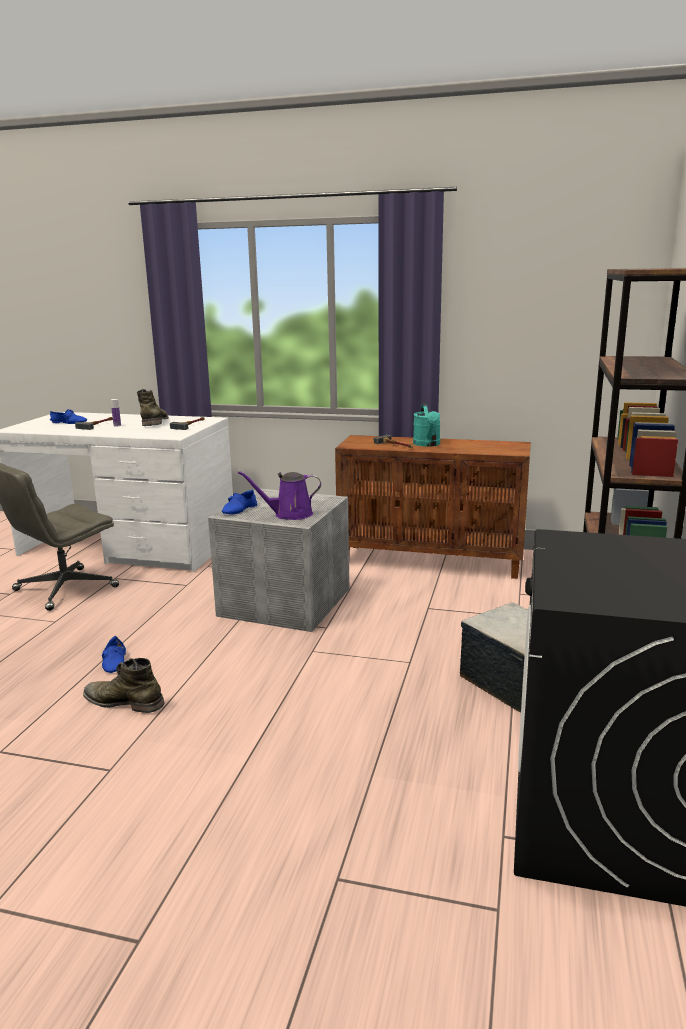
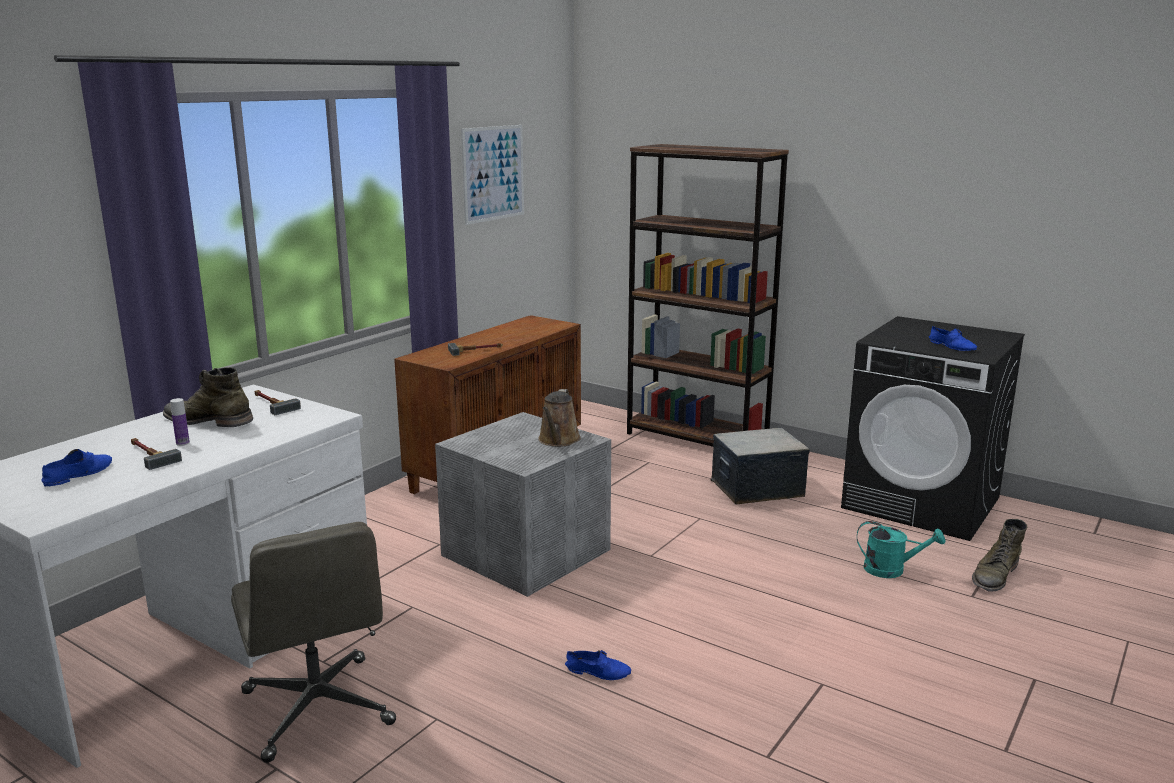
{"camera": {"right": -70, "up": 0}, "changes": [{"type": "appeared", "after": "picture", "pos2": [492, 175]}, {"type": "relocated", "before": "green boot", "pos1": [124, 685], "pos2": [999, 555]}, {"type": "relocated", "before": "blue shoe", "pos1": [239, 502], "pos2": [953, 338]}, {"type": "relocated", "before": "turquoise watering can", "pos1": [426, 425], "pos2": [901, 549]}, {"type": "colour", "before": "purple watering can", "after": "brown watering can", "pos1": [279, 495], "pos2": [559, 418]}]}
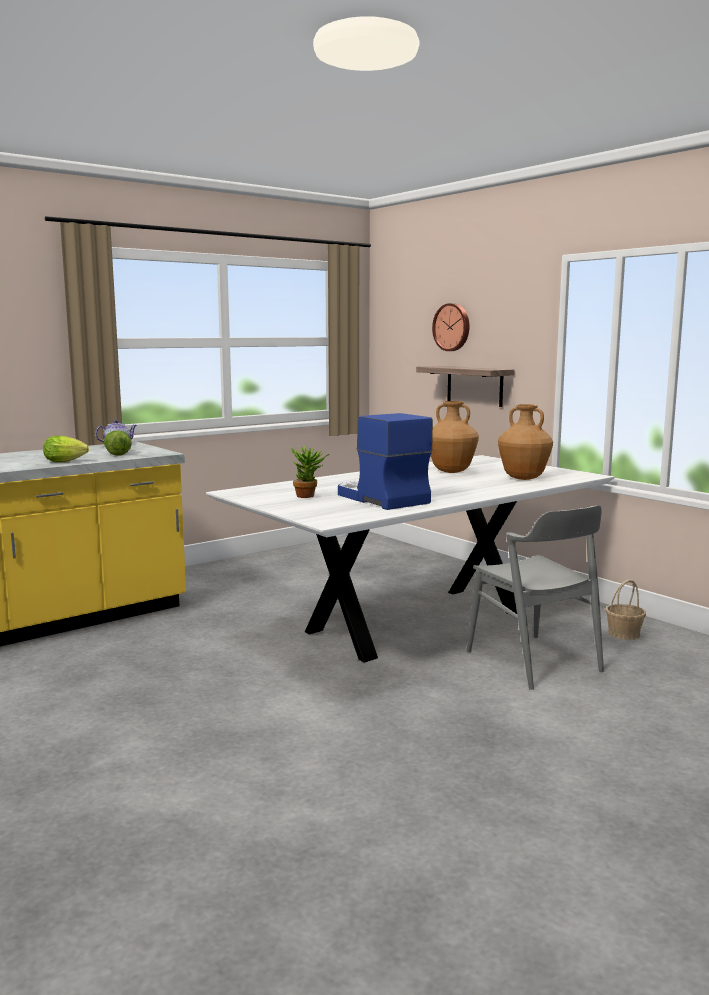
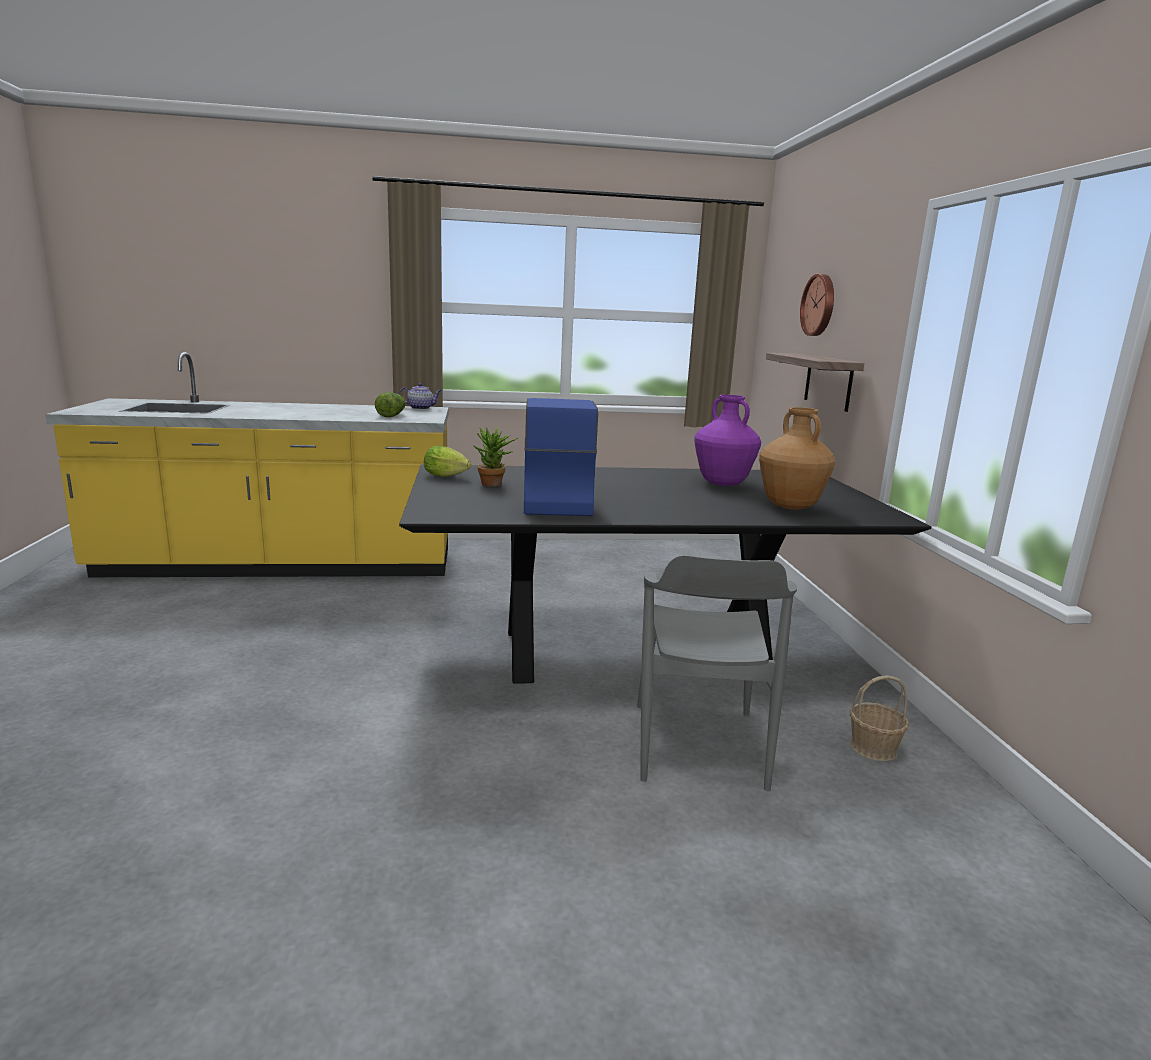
{"camera": {"right": 30, "up": 5}, "changes": [{"type": "relocated", "before": "lettuce", "pos1": [66, 449], "pos2": [447, 461]}, {"type": "colour", "before": "white dining table", "after": "black dining table", "pos1": [410, 559], "pos2": [665, 574]}, {"type": "colour", "before": "brown vase", "after": "purple vase", "pos1": [455, 437], "pos2": [727, 440]}]}
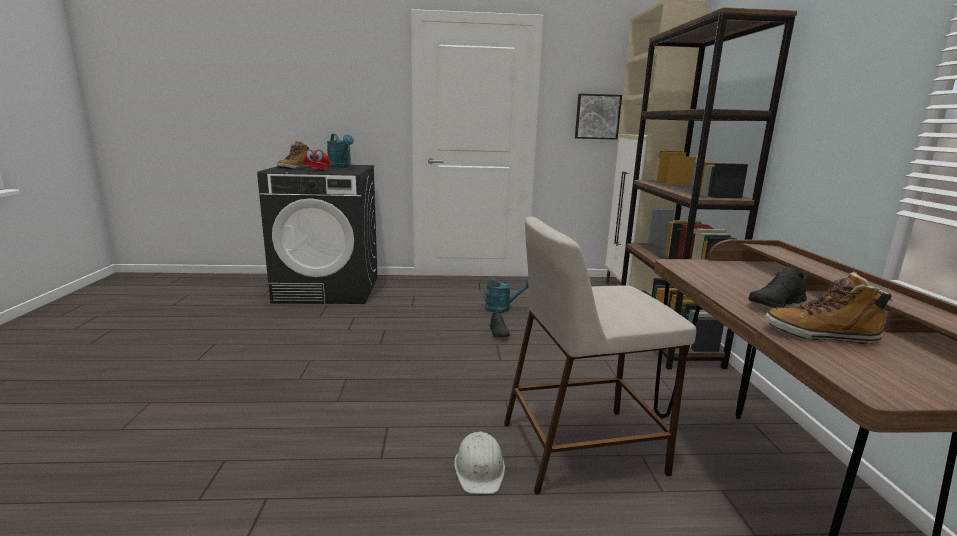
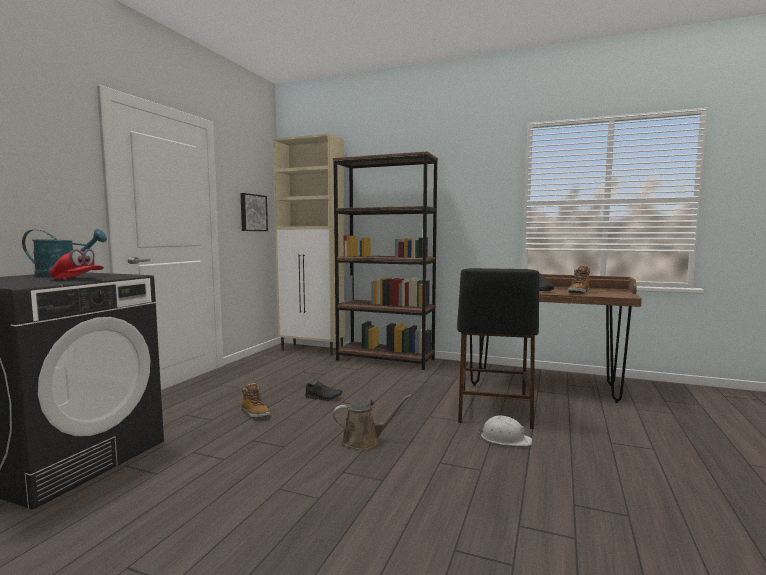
{"camera": {"right": -65, "up": -10}, "changes": [{"type": "missing", "before": "turquoise watering can", "pos1": [504, 294]}, {"type": "appeared", "after": "brown watering can", "pos2": [372, 422]}, {"type": "relocated", "before": "boot", "pos1": [293, 155], "pos2": [256, 400]}, {"type": "colour", "before": "beige stool", "after": "black stool", "pos1": [600, 356], "pos2": [498, 348]}]}
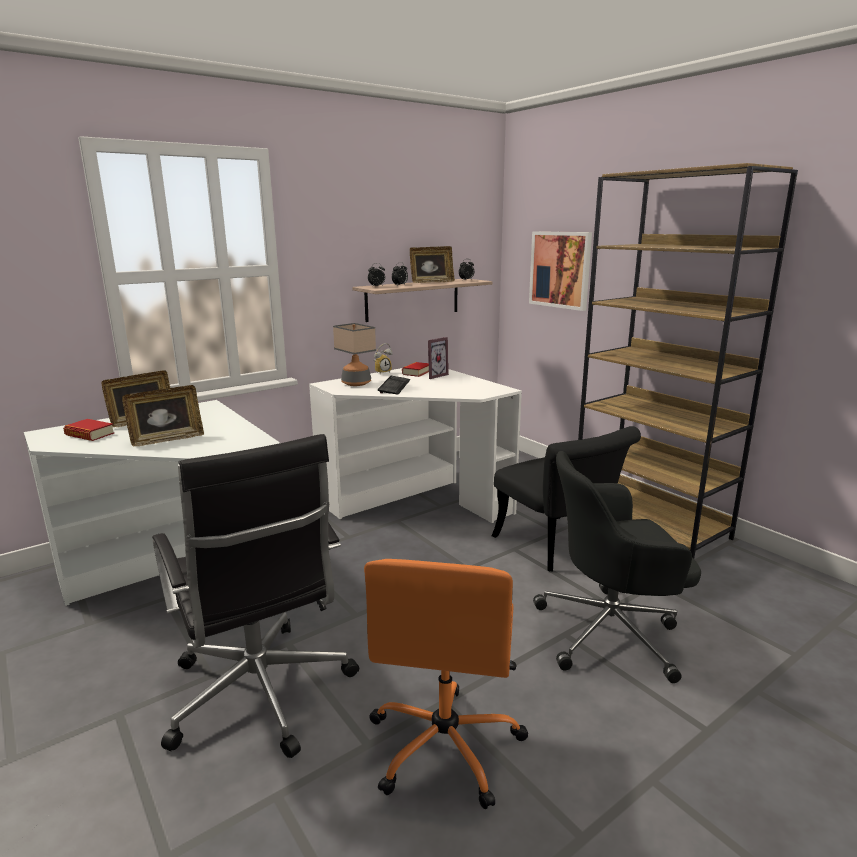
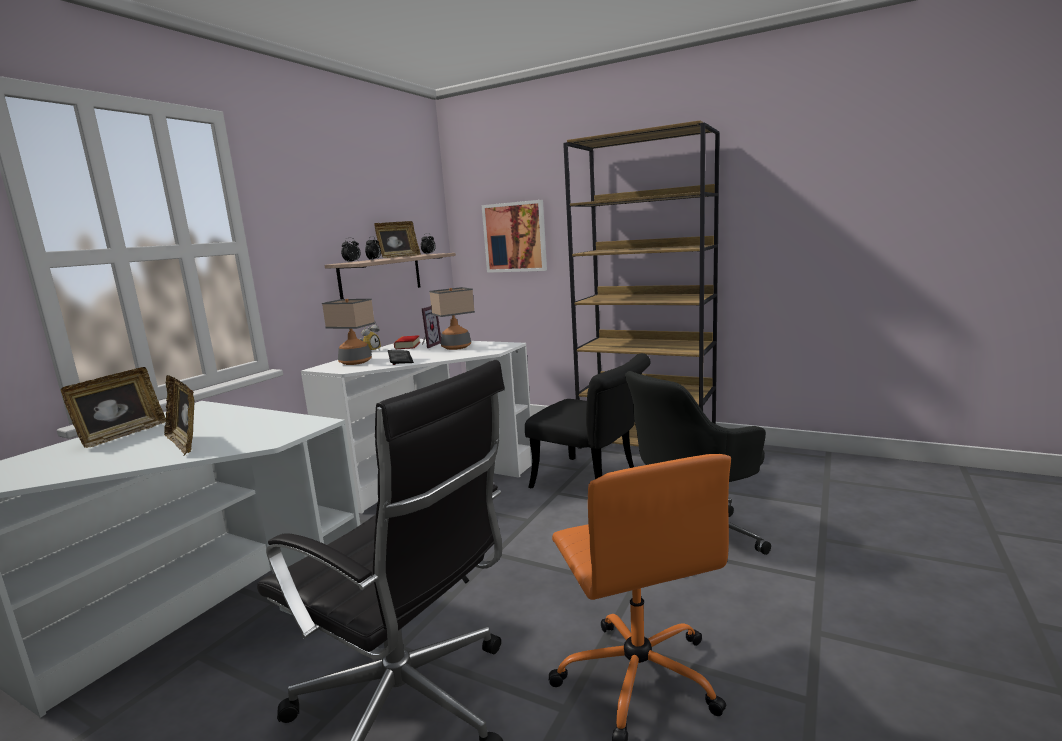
{"camera": {"right": -25, "up": -5}, "changes": [{"type": "missing", "before": "book", "pos1": [88, 430]}, {"type": "appeared", "after": "table lamp", "pos2": [452, 318]}, {"type": "spun", "before": "picture frame", "pos1": [163, 415], "pos2": [179, 415], "turn": 105}]}
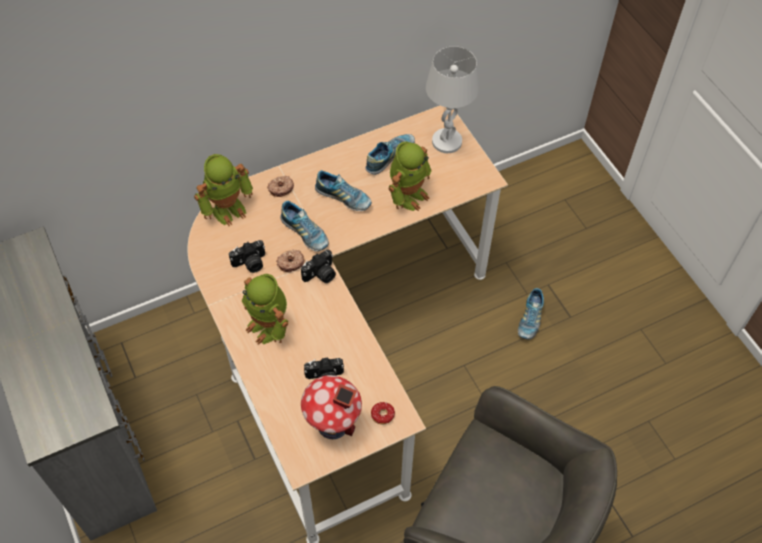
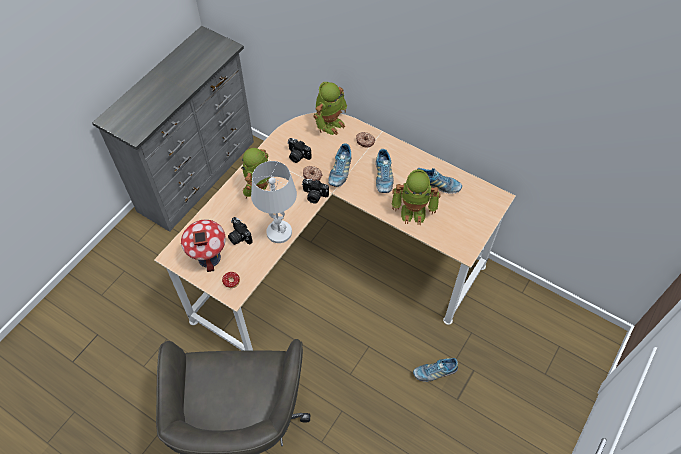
{"camera": {"right": 60, "up": 0}, "changes": [{"type": "relocated", "before": "white table lamp", "pos1": [452, 99], "pos2": [274, 202]}, {"type": "spun", "before": "toy robot", "pos1": [223, 190], "pos2": [330, 108], "turn": -75}]}
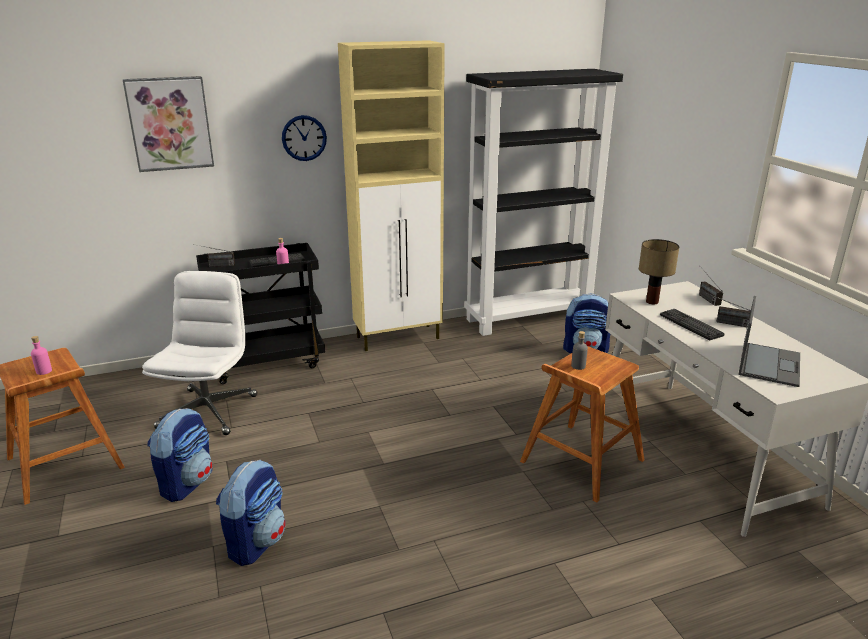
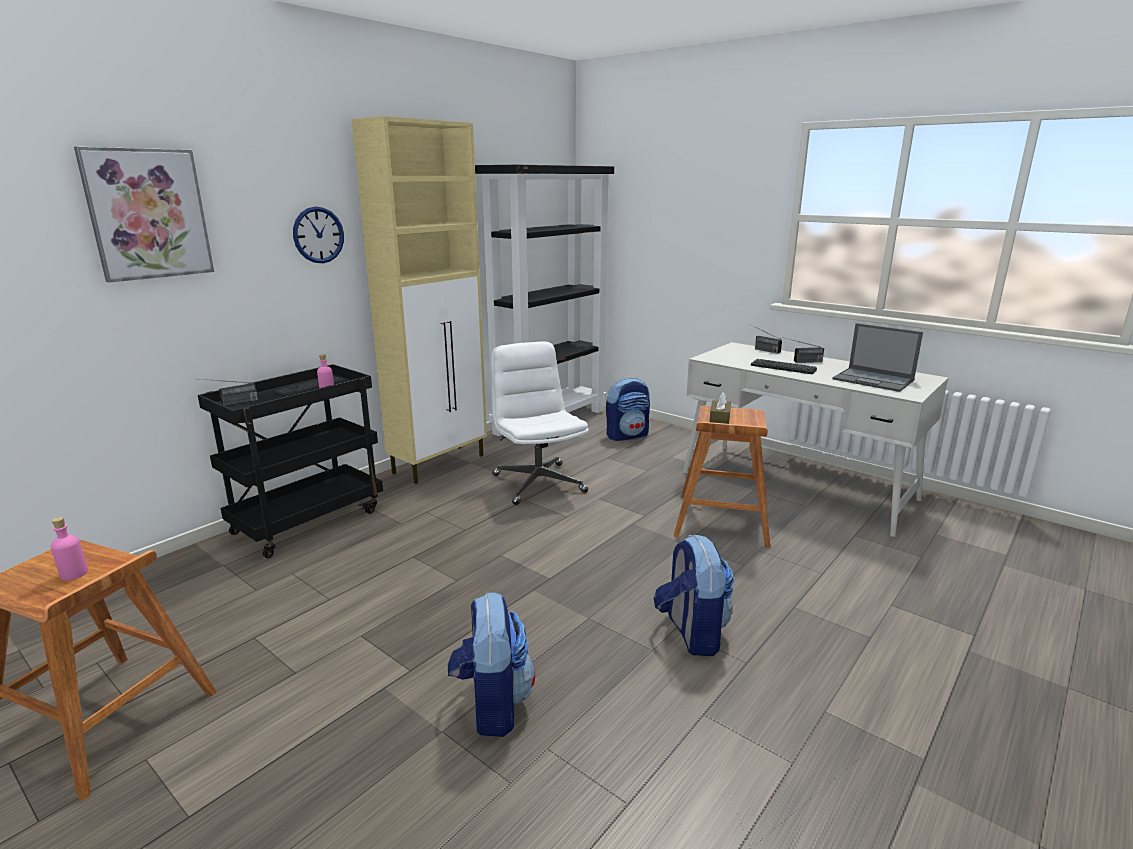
{"camera": {"right": -30, "up": -5}, "changes": [{"type": "missing", "before": "table lamp", "pos1": [659, 271]}, {"type": "relocated", "before": "white office chair", "pos1": [199, 353], "pos2": [540, 423]}, {"type": "relocated", "before": "backpack", "pos1": [179, 455], "pos2": [694, 595]}, {"type": "exchanged", "before": "grey bottle", "after": "brown tissue box", "pos1": [579, 350], "pos2": [720, 408]}, {"type": "spun", "before": "laptop", "pos1": [769, 341], "pos2": [877, 357], "turn": 135}]}
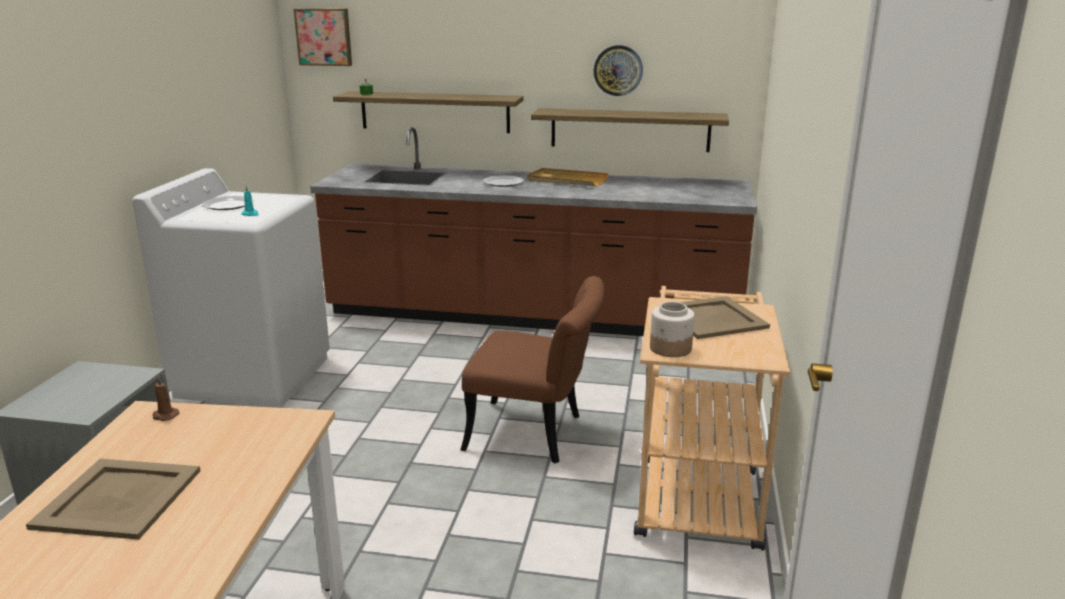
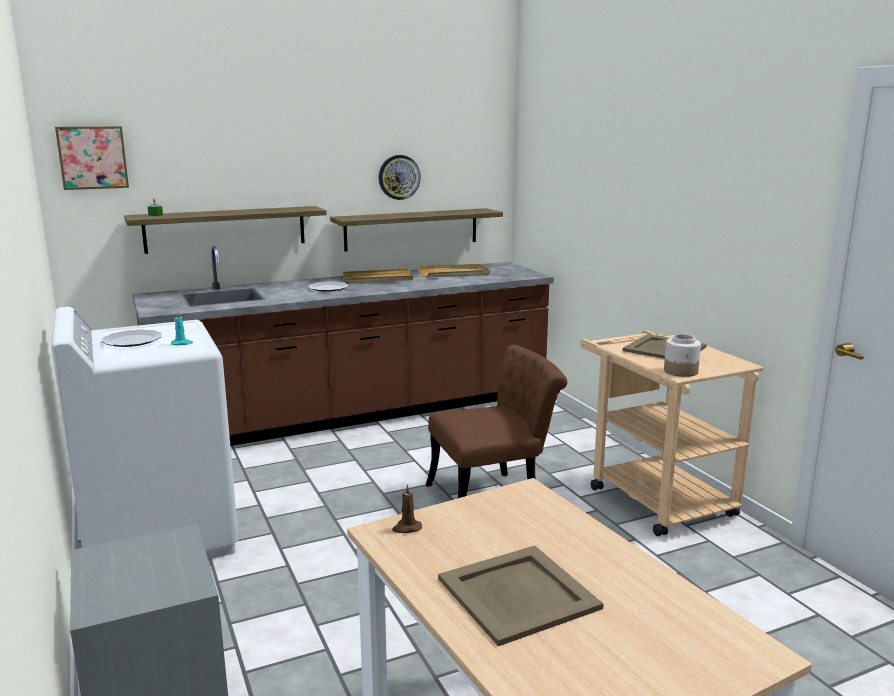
{"camera": {"right": -35, "up": -5}, "changes": [{"type": "appeared", "after": "beige tray", "pos2": [454, 271]}]}
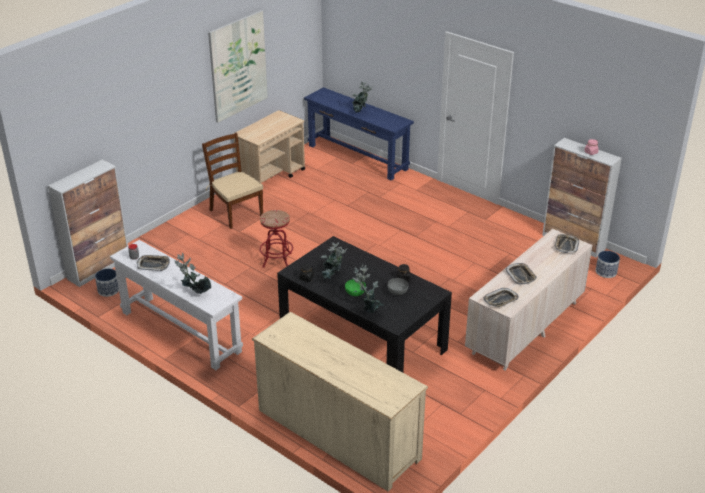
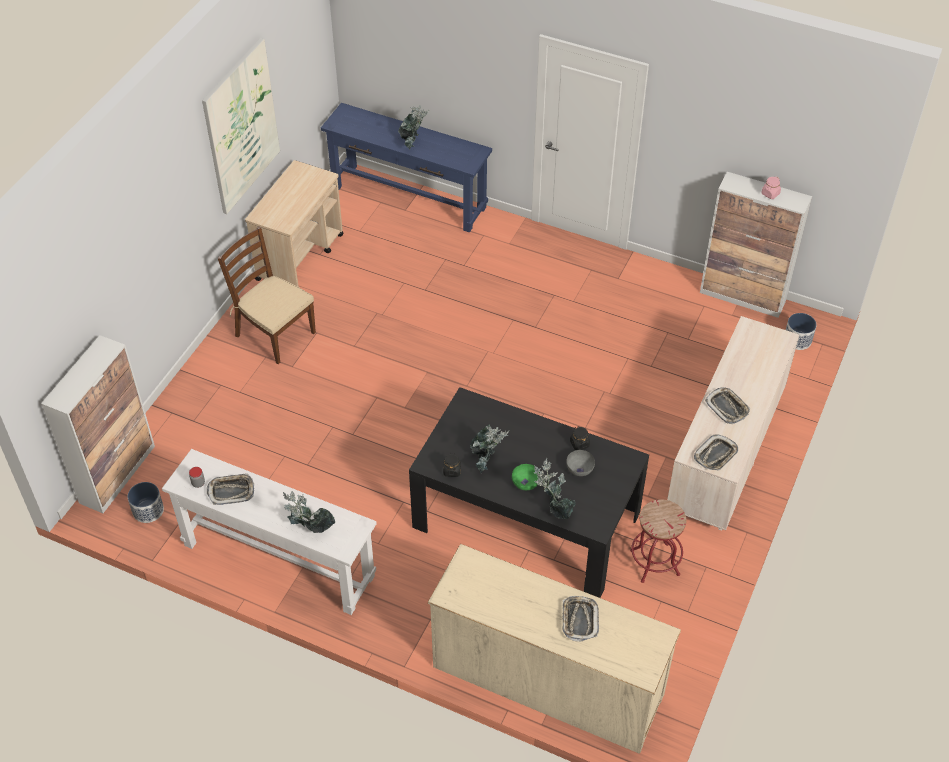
{"camera": {"right": -15, "up": 15}, "changes": [{"type": "relocated", "before": "red stool", "pos1": [276, 239], "pos2": [658, 541]}, {"type": "relocated", "before": "tray", "pos1": [567, 243], "pos2": [580, 619]}]}
